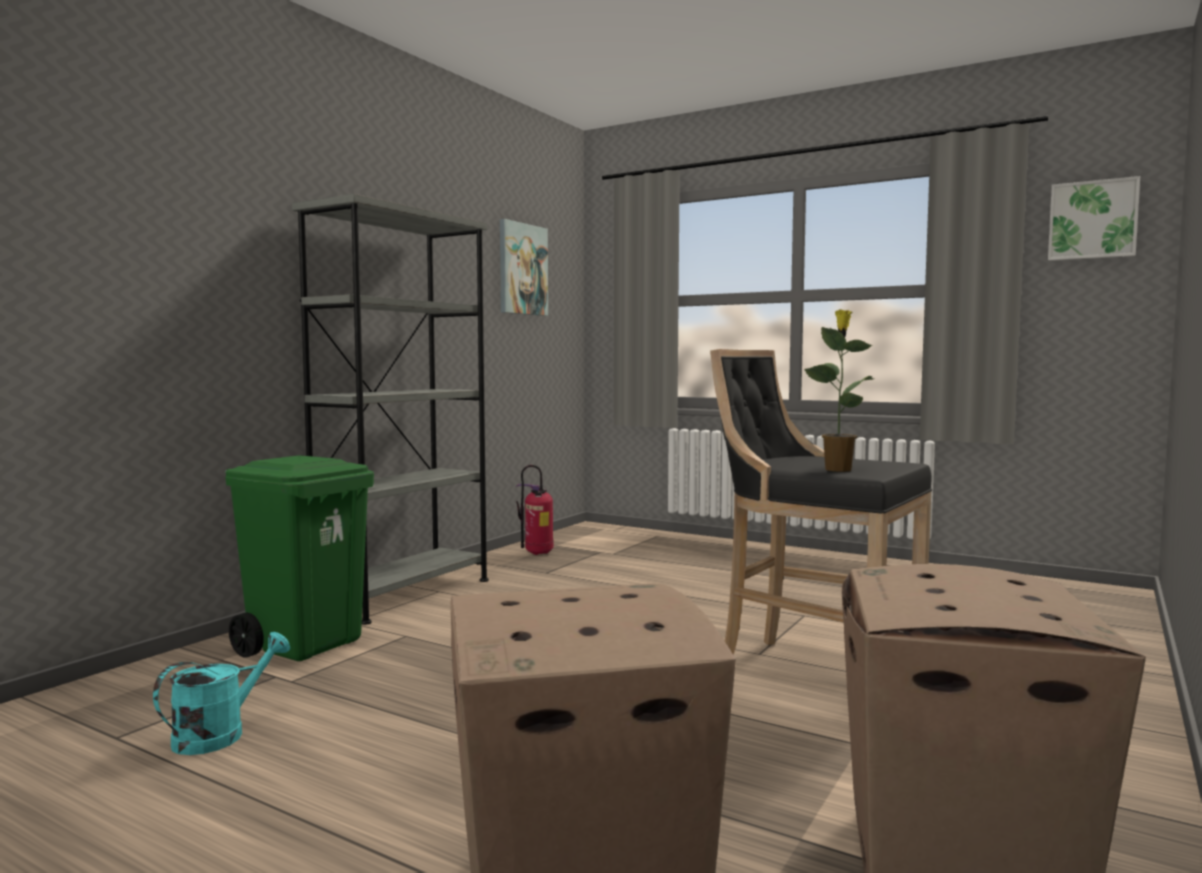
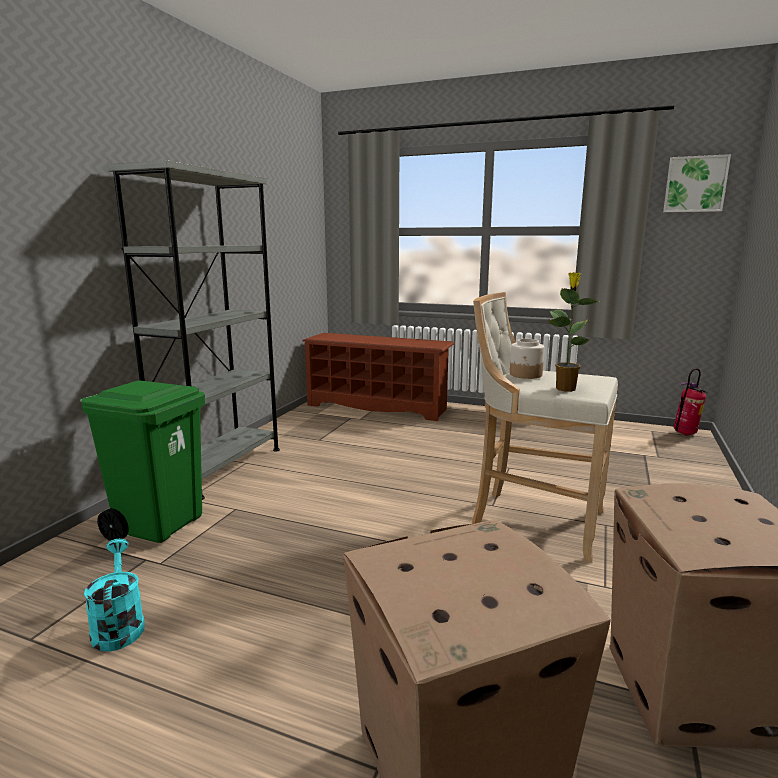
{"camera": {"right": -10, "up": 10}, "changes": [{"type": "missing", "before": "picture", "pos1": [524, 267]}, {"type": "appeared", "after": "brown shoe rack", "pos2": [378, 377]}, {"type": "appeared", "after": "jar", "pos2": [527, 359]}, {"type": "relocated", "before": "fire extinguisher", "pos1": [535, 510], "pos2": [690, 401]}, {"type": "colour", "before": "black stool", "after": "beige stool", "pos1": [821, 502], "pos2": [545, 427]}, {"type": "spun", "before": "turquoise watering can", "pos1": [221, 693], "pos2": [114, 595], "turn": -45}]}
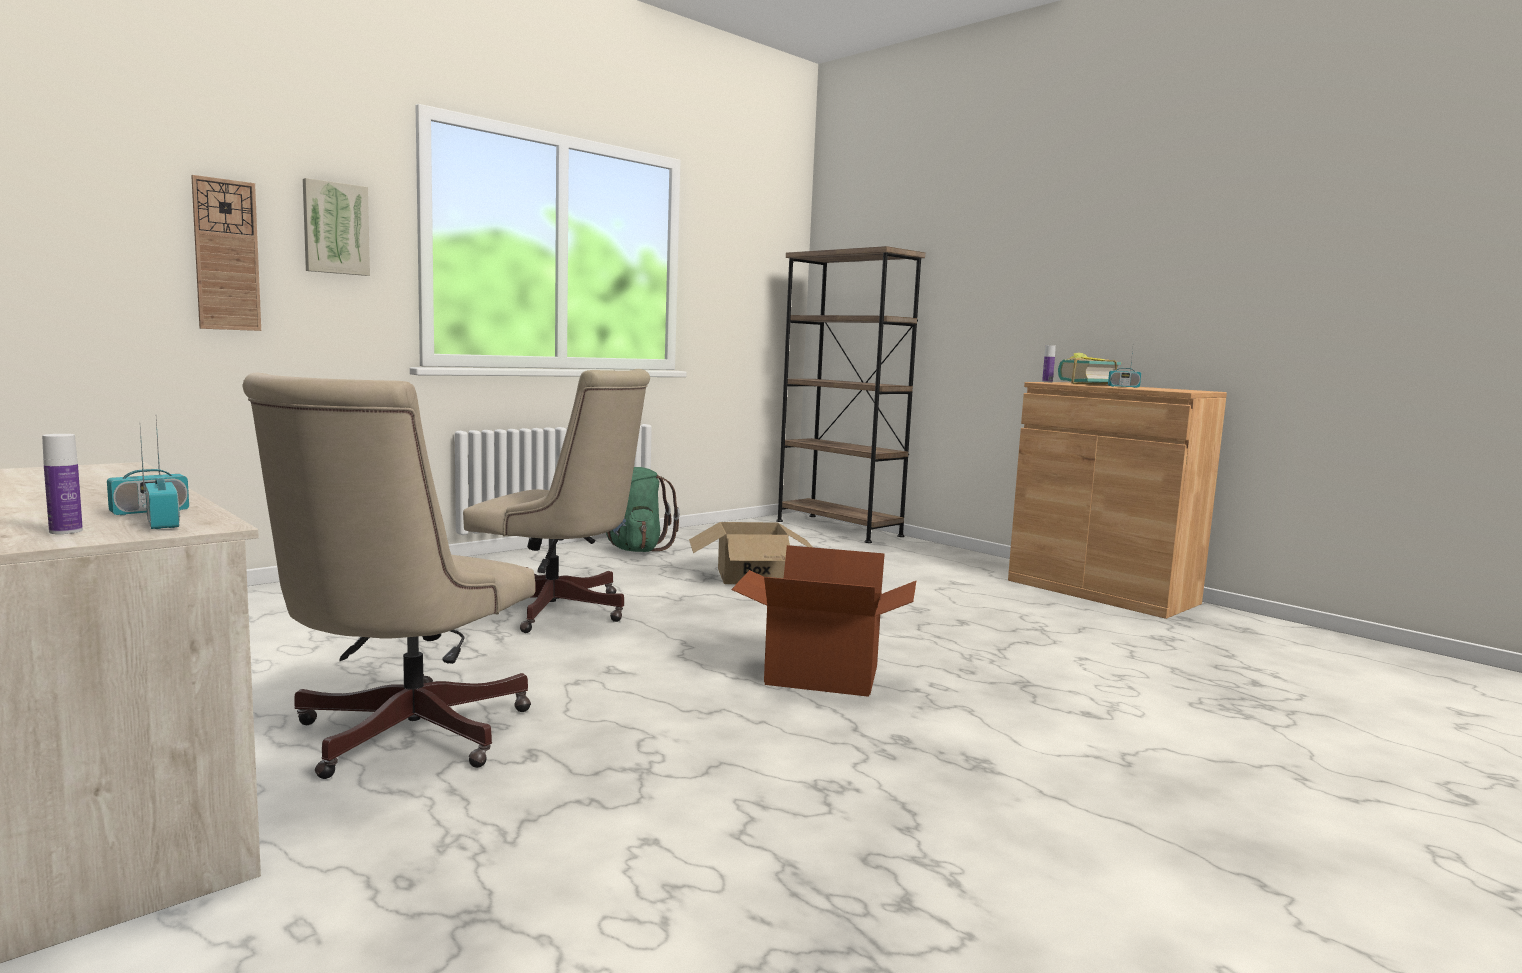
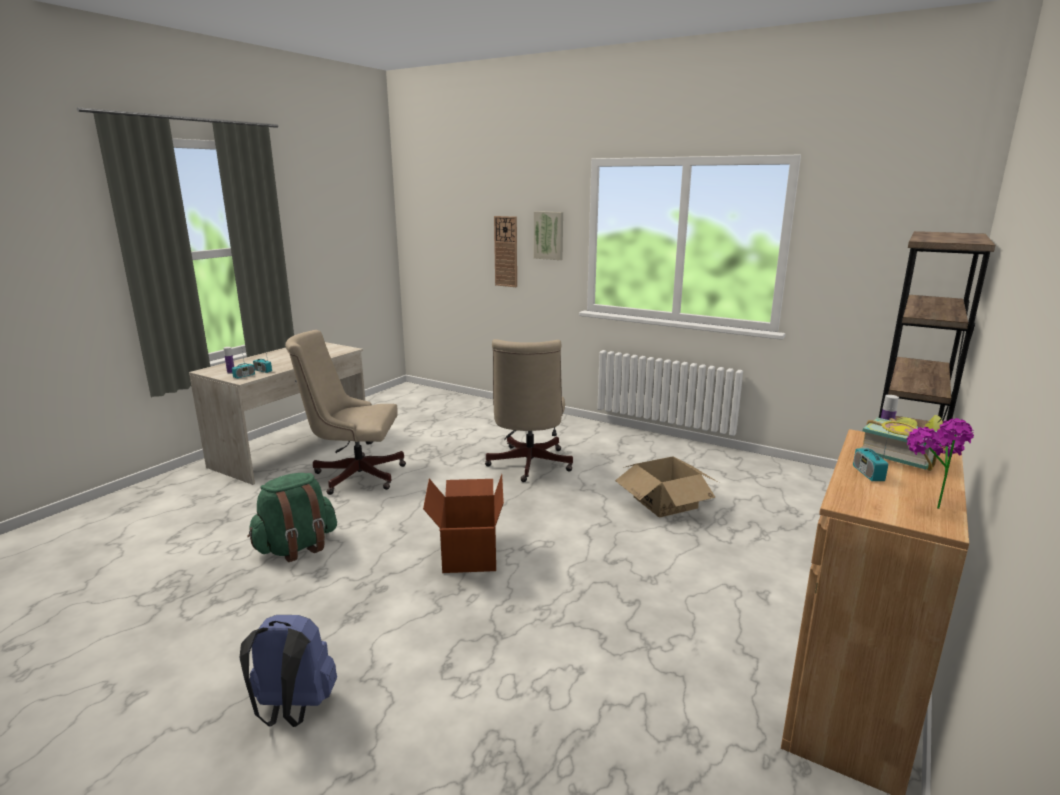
{"camera": {"right": 75, "up": 10}, "changes": [{"type": "appeared", "after": "blue backpack", "pos2": [288, 671]}, {"type": "appeared", "after": "potted plant", "pos2": [940, 463]}, {"type": "relocated", "before": "green backpack", "pos1": [643, 509], "pos2": [292, 517]}]}
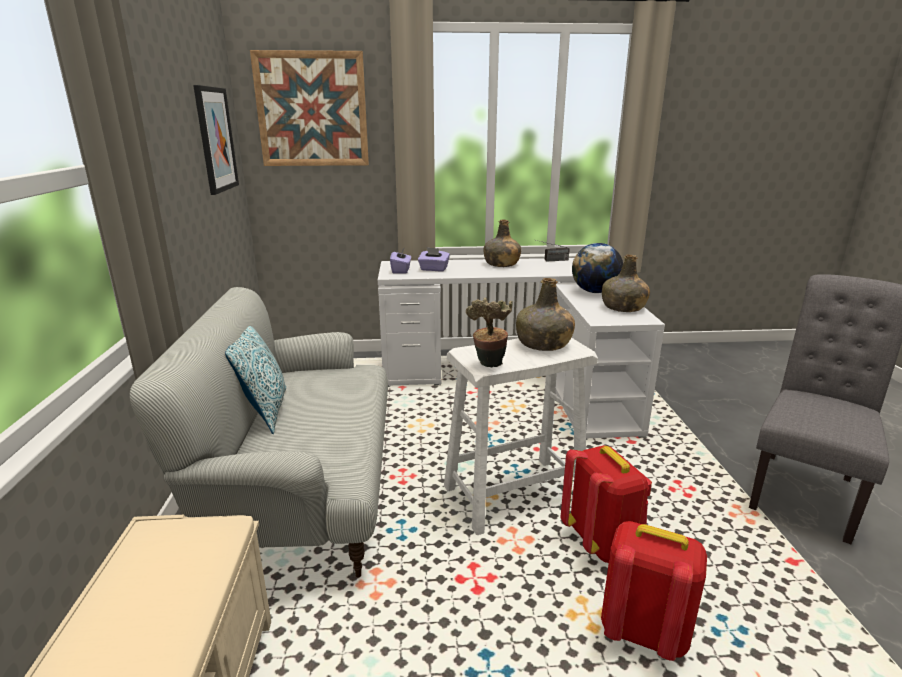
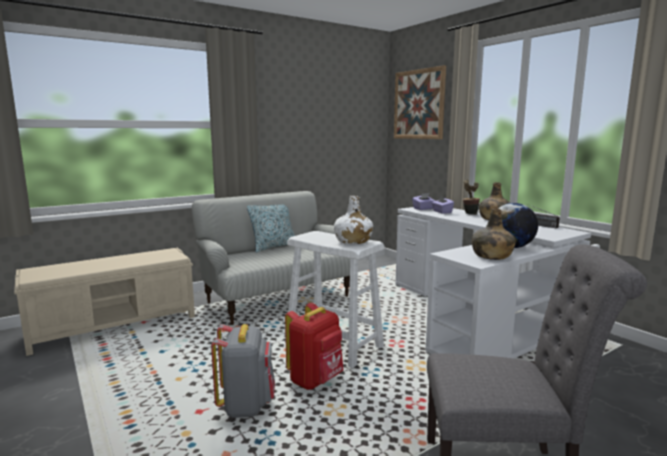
{"camera": {"right": 60, "up": -10}, "changes": [{"type": "missing", "before": "picture", "pos1": [216, 140]}, {"type": "relocated", "before": "potted plant", "pos1": [489, 332], "pos2": [471, 197]}, {"type": "colour", "before": "green bottle", "after": "white bottle", "pos1": [545, 314], "pos2": [353, 220]}, {"type": "colour", "before": "red backpack", "after": "grey backpack", "pos1": [654, 591], "pos2": [243, 371]}]}
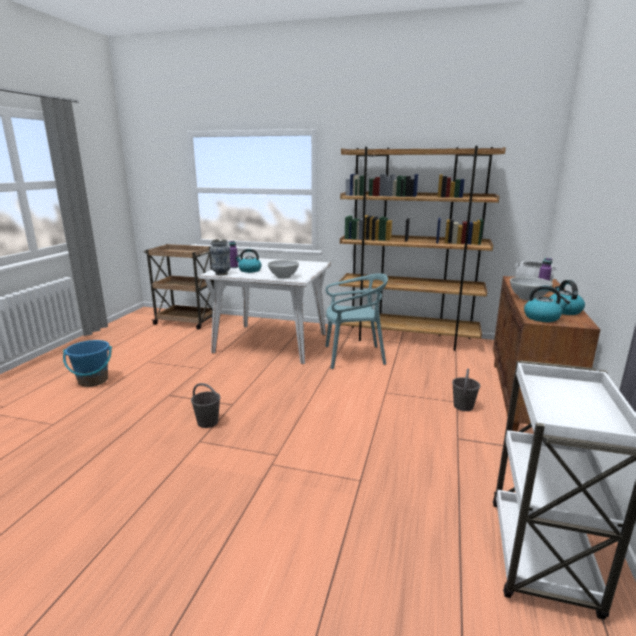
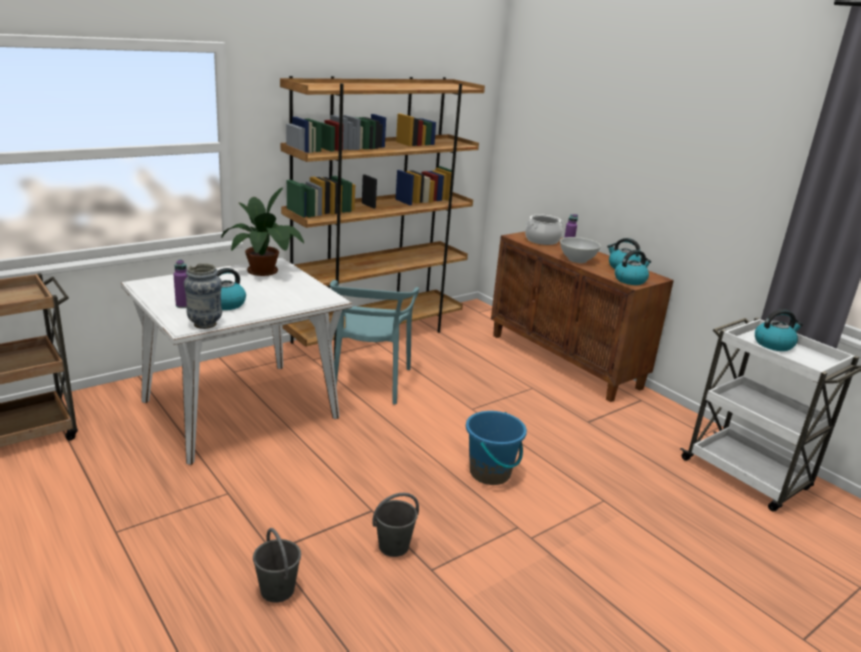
{"camera": {"right": -55, "up": 5}, "changes": [{"type": "missing", "before": "white bowl", "pos1": [283, 269]}, {"type": "appeared", "after": "potted plant", "pos2": [262, 231]}, {"type": "appeared", "after": "kettle", "pos2": [779, 330]}, {"type": "relocated", "before": "blue bucket", "pos1": [87, 363], "pos2": [496, 448]}, {"type": "relocated", "before": "grey bucket", "pos1": [466, 389], "pos2": [277, 565]}, {"type": "spun", "before": "turquoise chair", "pos1": [356, 321], "pos2": [374, 342], "turn": 150}]}
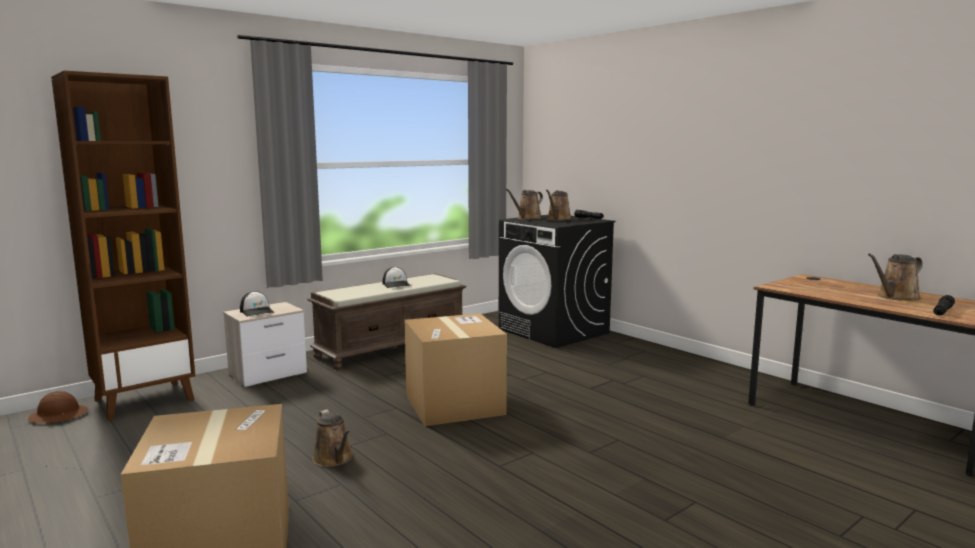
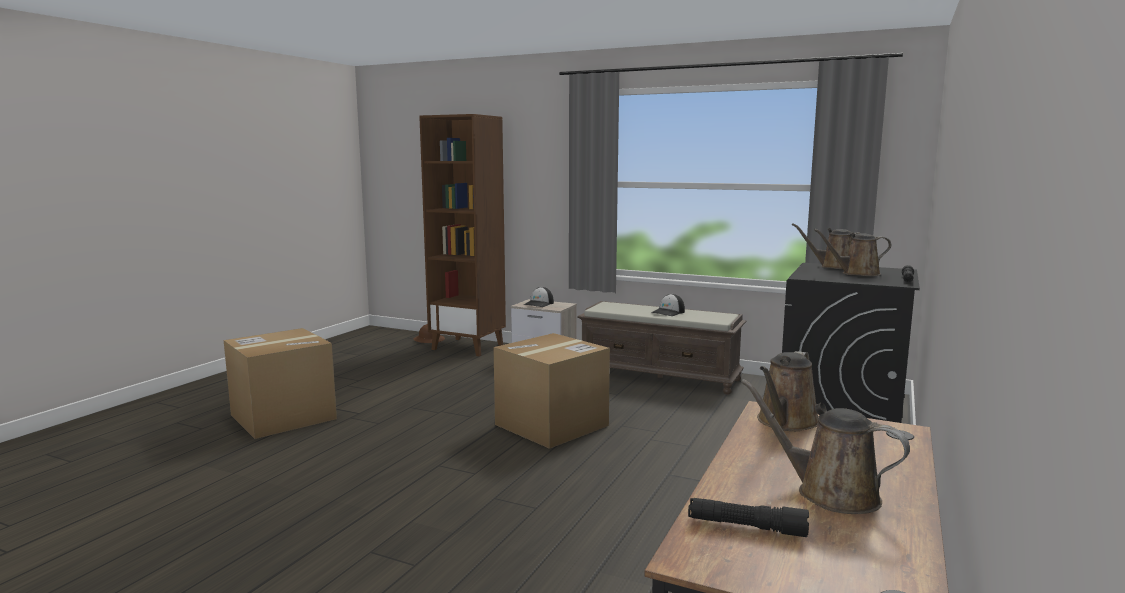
{"camera": {"right": 65, "up": 0}, "changes": [{"type": "relocated", "before": "brown watering can", "pos1": [332, 438], "pos2": [787, 391]}]}
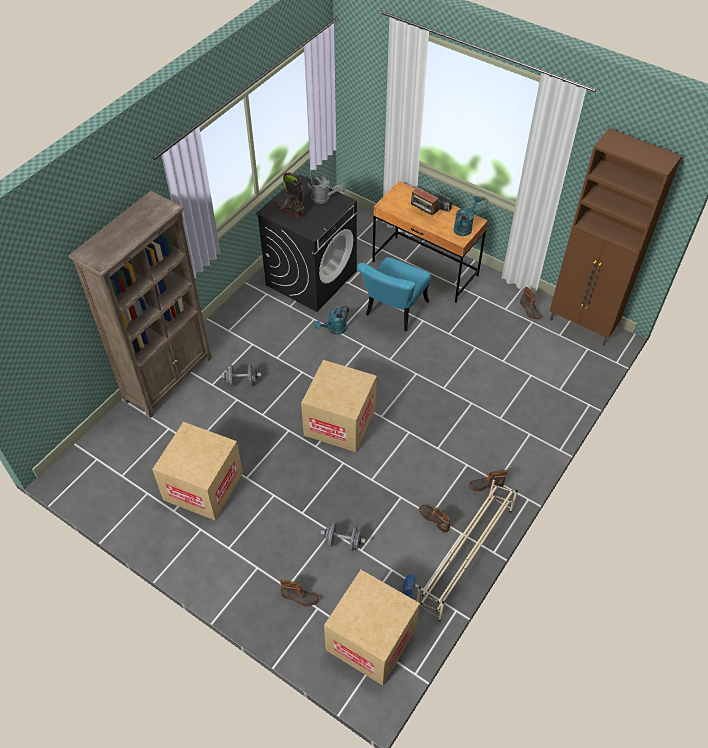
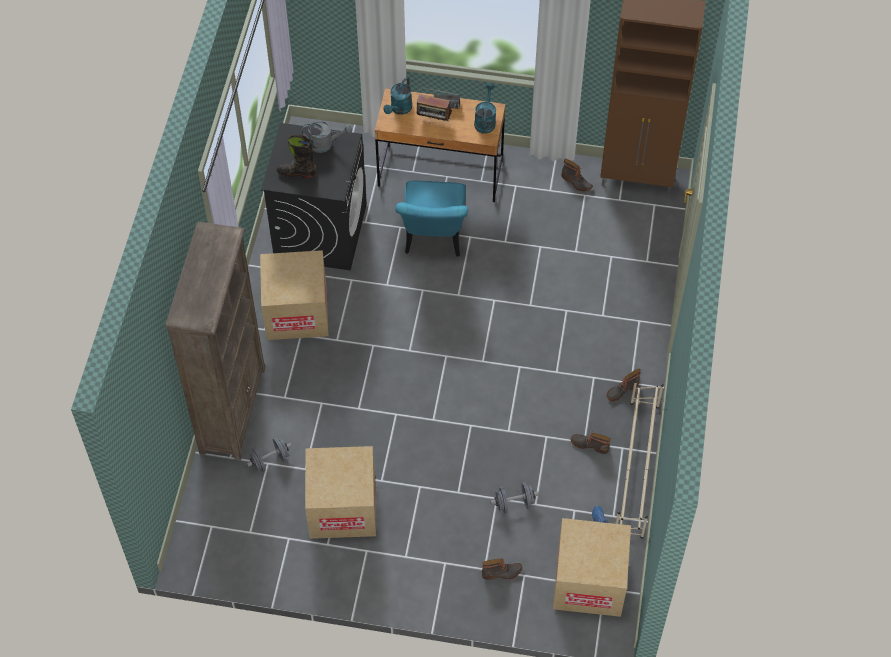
{"camera": {"right": -25, "up": 5}, "changes": [{"type": "relocated", "before": "grey dumbbell", "pos1": [241, 375], "pos2": [269, 455]}, {"type": "relocated", "before": "cardboard box", "pos1": [339, 406], "pos2": [294, 295]}, {"type": "relocated", "before": "turquoise watering can", "pos1": [332, 320], "pos2": [397, 96]}]}
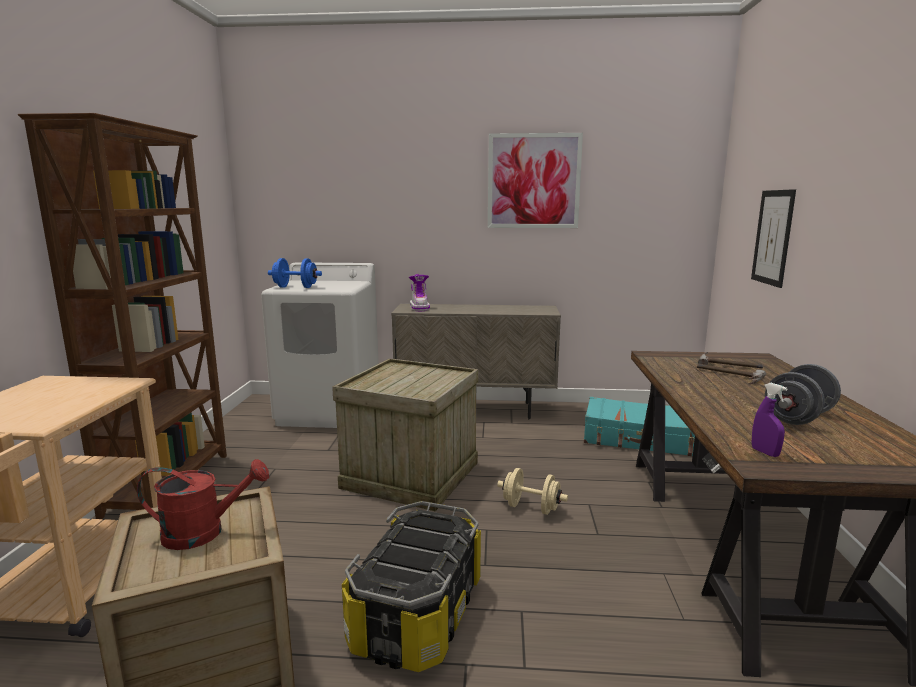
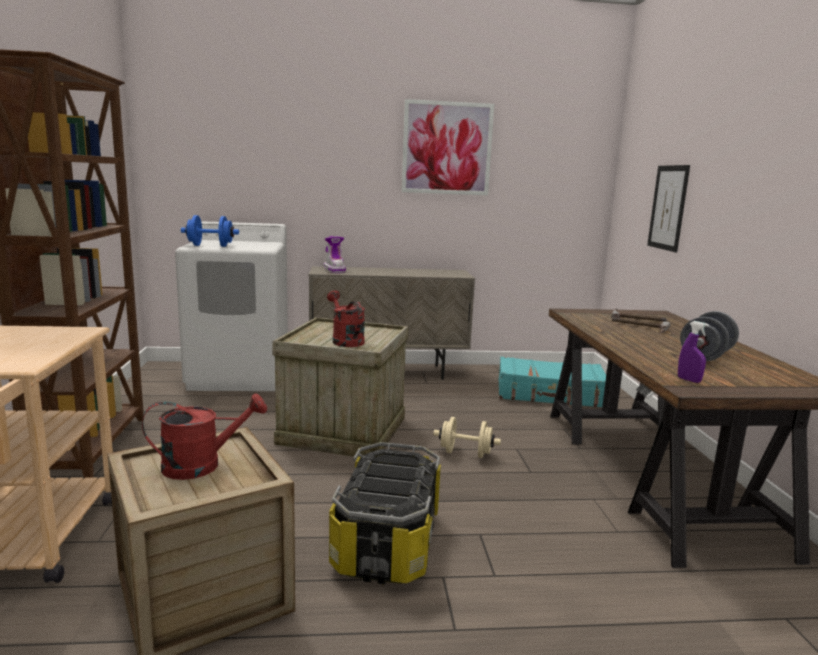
{"camera": {"right": -10, "up": 0}, "changes": [{"type": "appeared", "after": "red watering can", "pos2": [346, 318]}]}
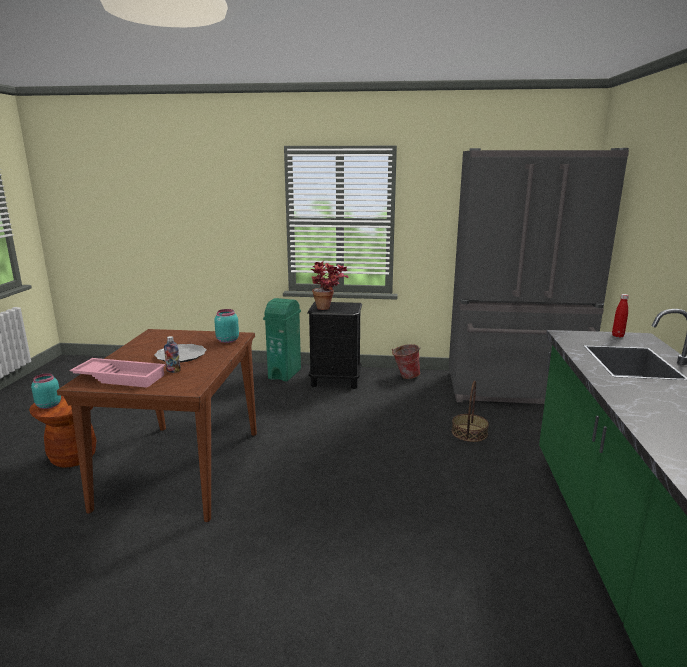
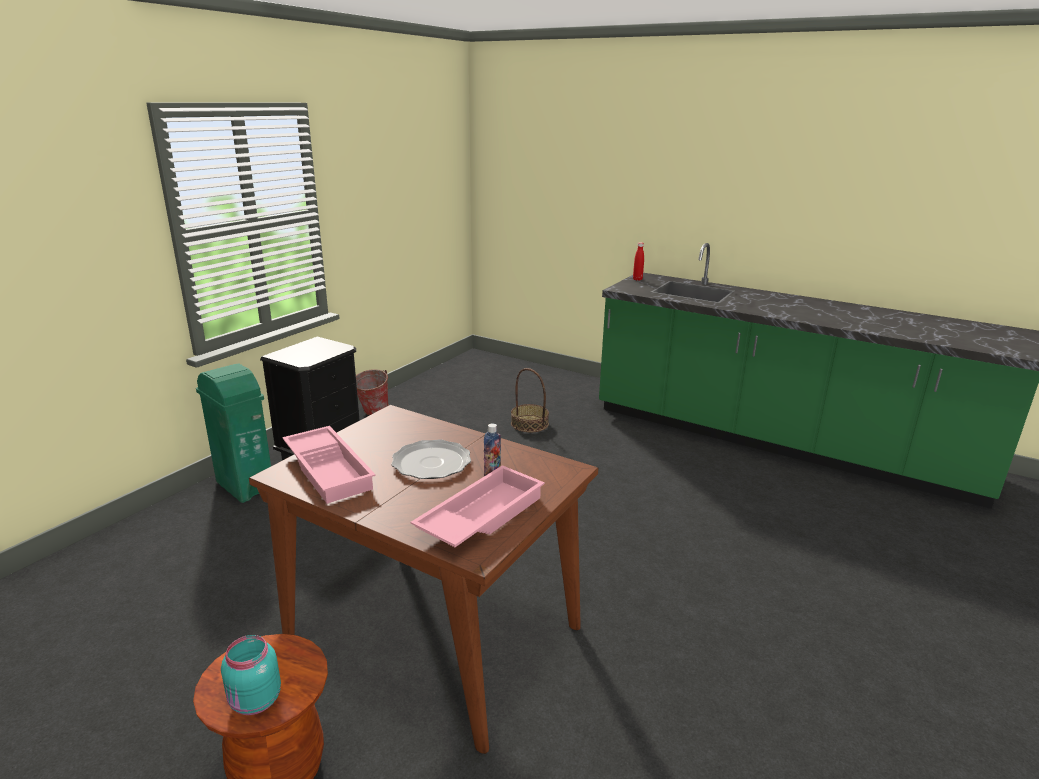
{"camera": {"right": -65, "up": 5}, "changes": [{"type": "missing", "before": "turquoise jar", "pos1": [226, 326]}, {"type": "missing", "before": "potted plant", "pos1": [329, 285]}, {"type": "missing", "before": "grey fridge", "pos1": [539, 276]}, {"type": "appeared", "after": "pink tray", "pos2": [329, 465]}]}
